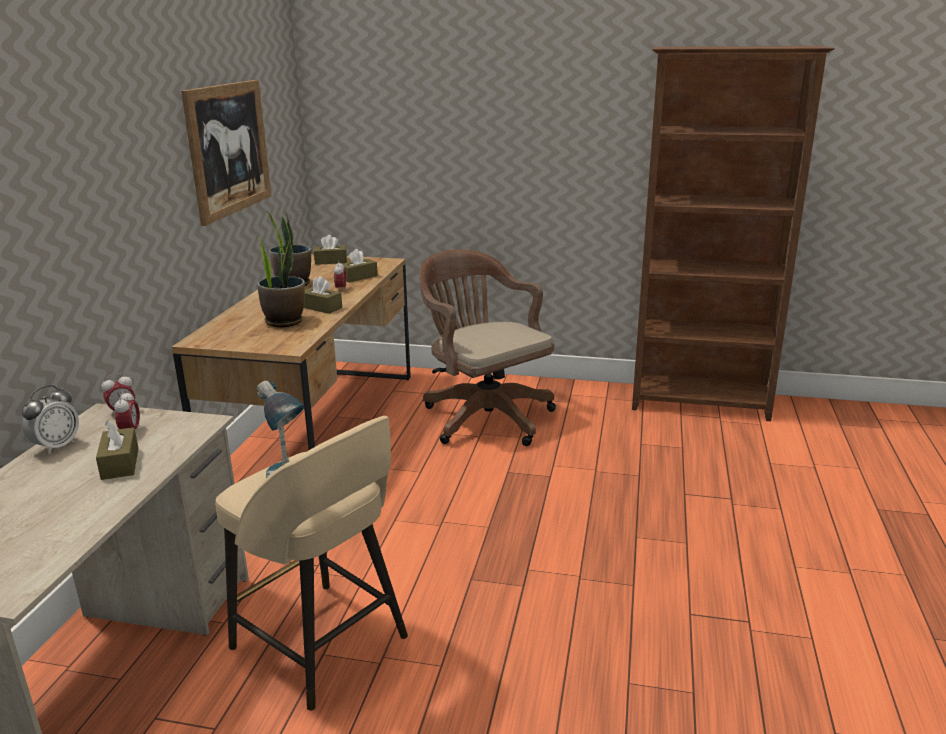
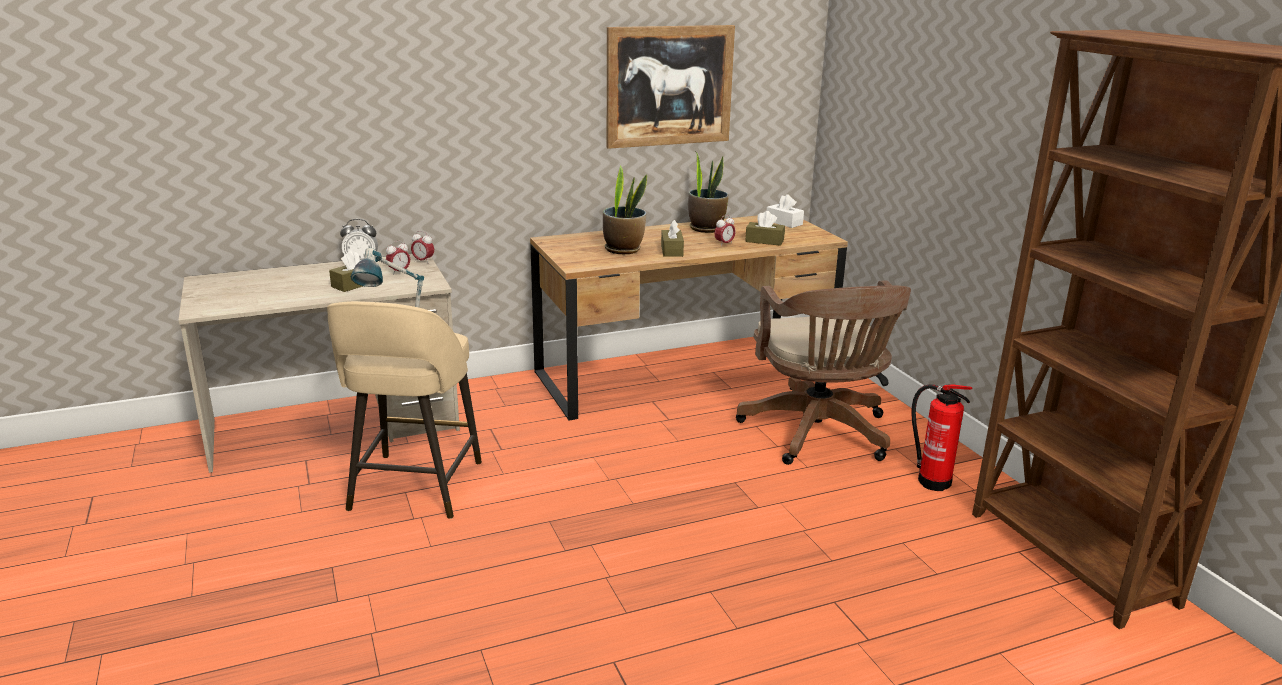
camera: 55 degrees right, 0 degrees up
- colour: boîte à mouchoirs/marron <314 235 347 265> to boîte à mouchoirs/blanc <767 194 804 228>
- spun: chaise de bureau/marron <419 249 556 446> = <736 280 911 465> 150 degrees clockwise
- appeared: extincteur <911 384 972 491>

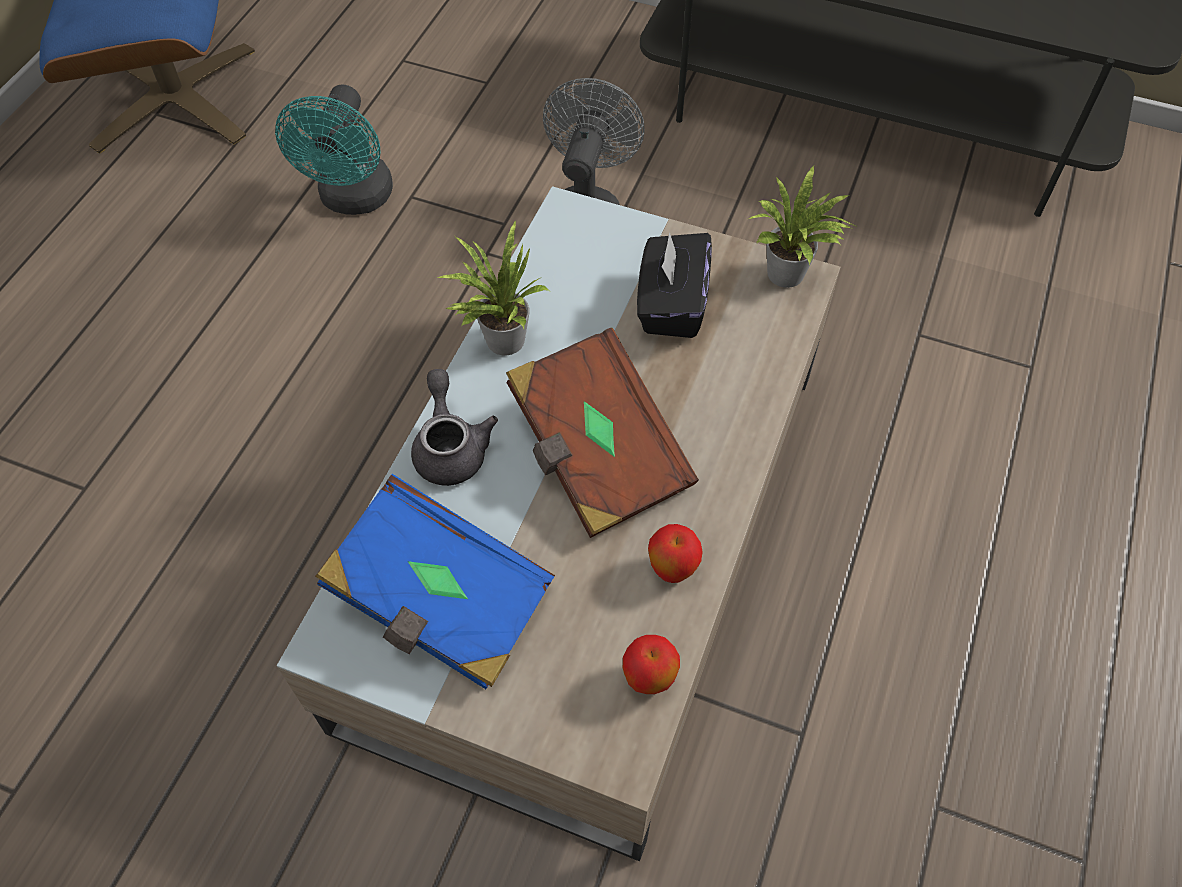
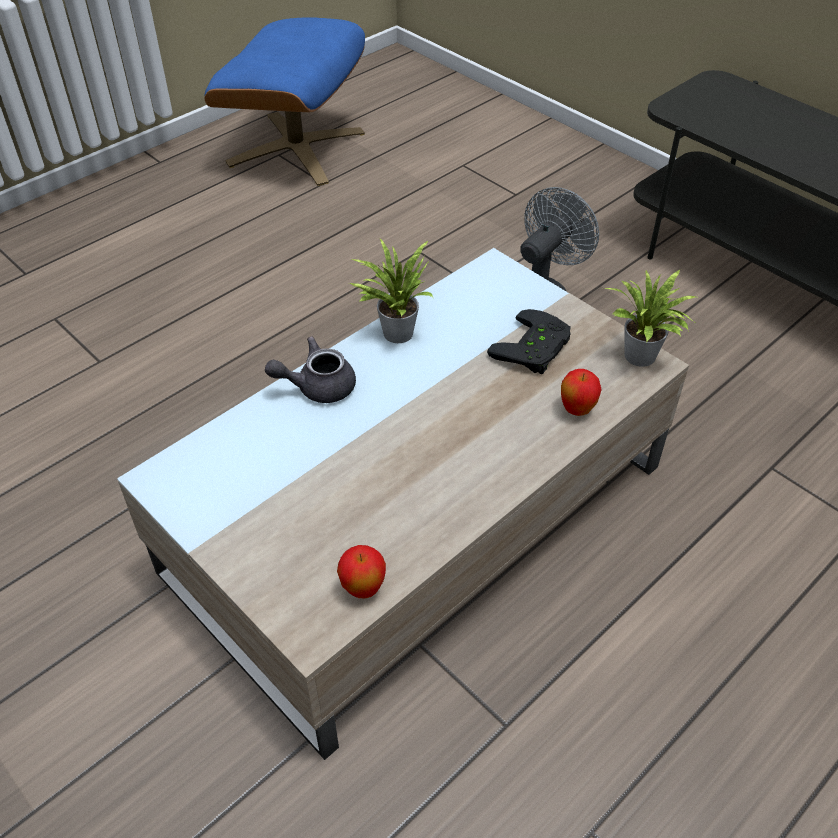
camera: 25 degrees right, 10 degrees down
- missing: ventilateur/turquoise <275 85 393 215>
- exchanged: boîte à mouchoirs/noir <637 232 712 338> to manette/noir <487 309 571 374>
- missing: livre/marron <506 328 699 538>
- spun: théière/gris <411 369 498 486> = <265 336 356 403> 120 degrees counterclockwise
- missing: livre/bleu <315 474 555 689>
- relocated: pomme <648 524 703 583> to <561 369 602 416>

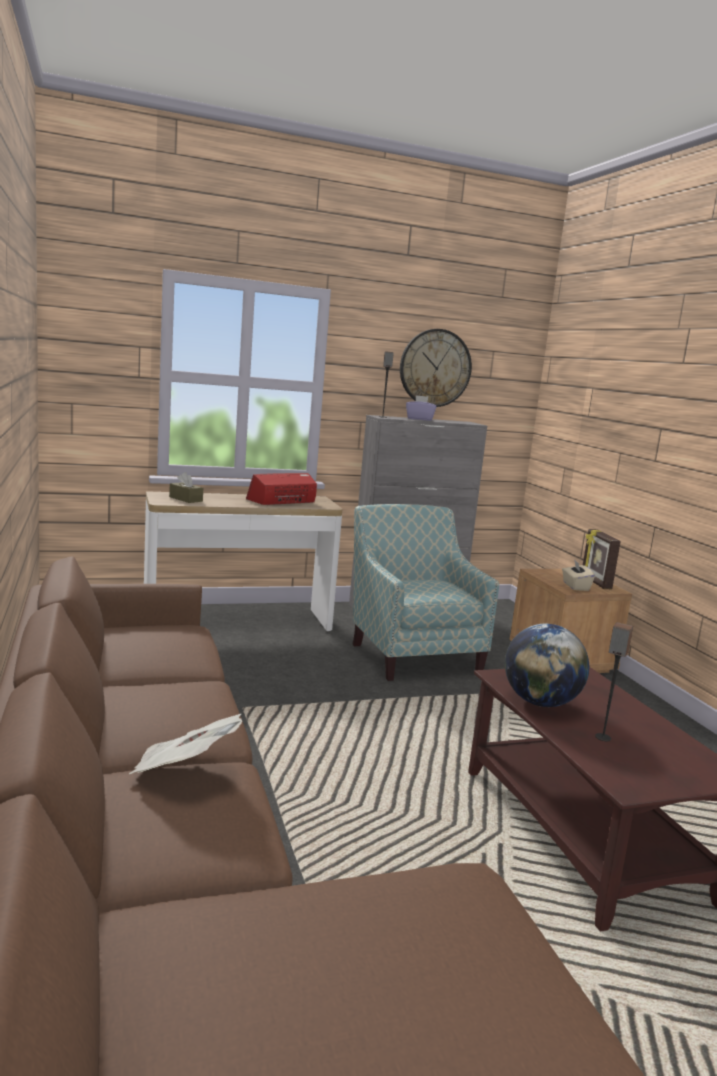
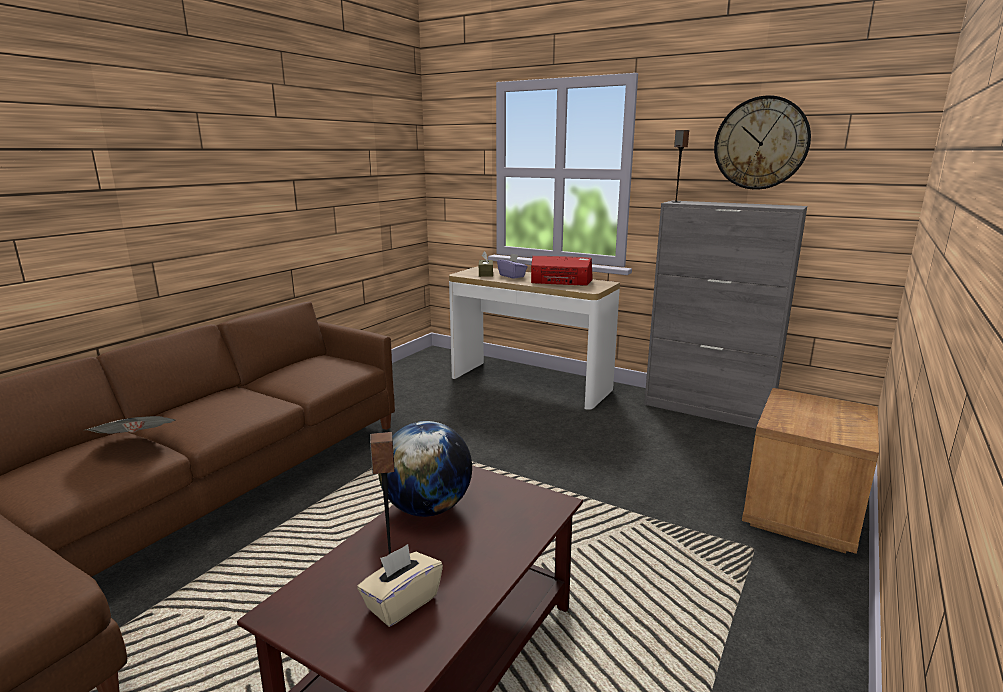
camera: 50 degrees right, 5 degrees up
- relocated: boîte à mouchoirs/violet <406 395 437 421> to <497 253 528 279>
- missing: fauteuil <352 504 499 681>
- missing: cadre photo <583 529 621 589>
- relocated: boîte à mouchoirs/beige <562 559 595 591> to <357 544 443 627>

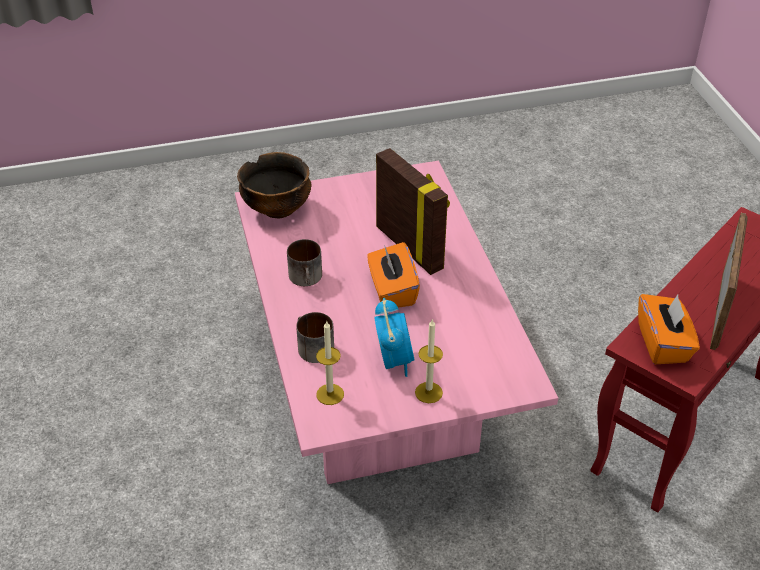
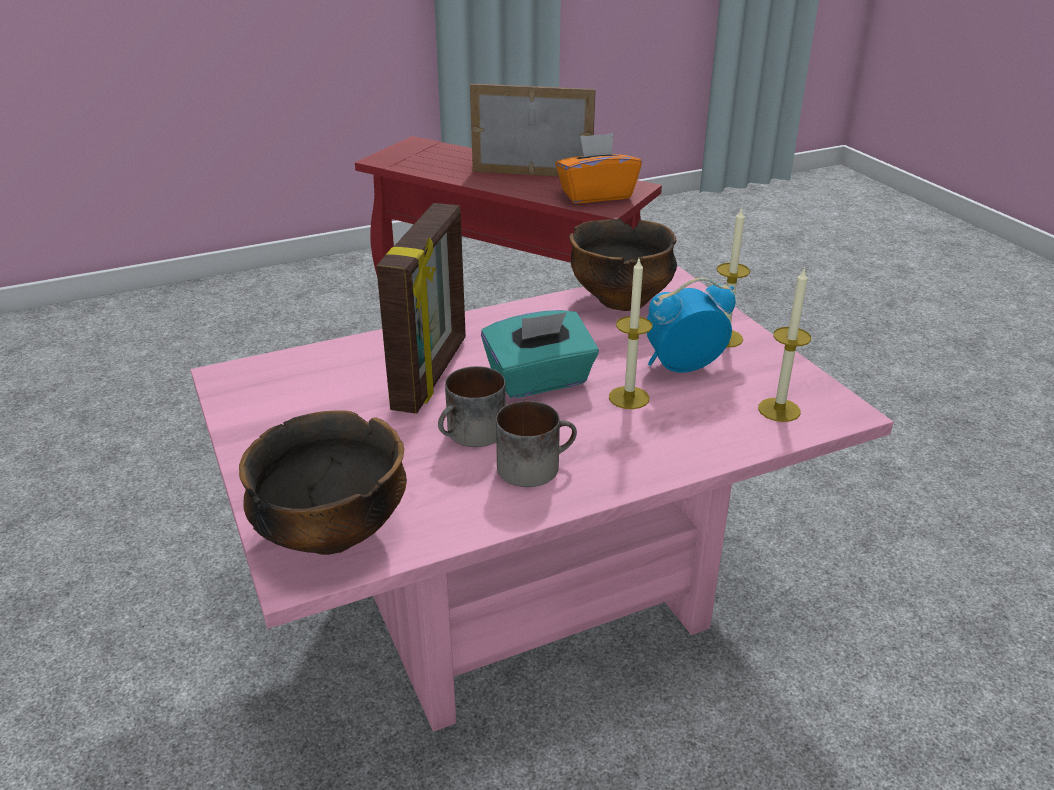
camera: 100 degrees left, 10 degrees down
- spun: cadre photo <376 148 450 275> = <376 203 466 414> 150 degrees clockwise
- colour: boîte à mouchoirs/orange <367 242 420 308> to boîte à mouchoirs/turquoise <481 310 599 398>
- relocated: mug <296 312 334 363> to <438 366 506 447>
- appeared: bol <569 219 677 311>
- appeared: bougie <609 259 652 409>

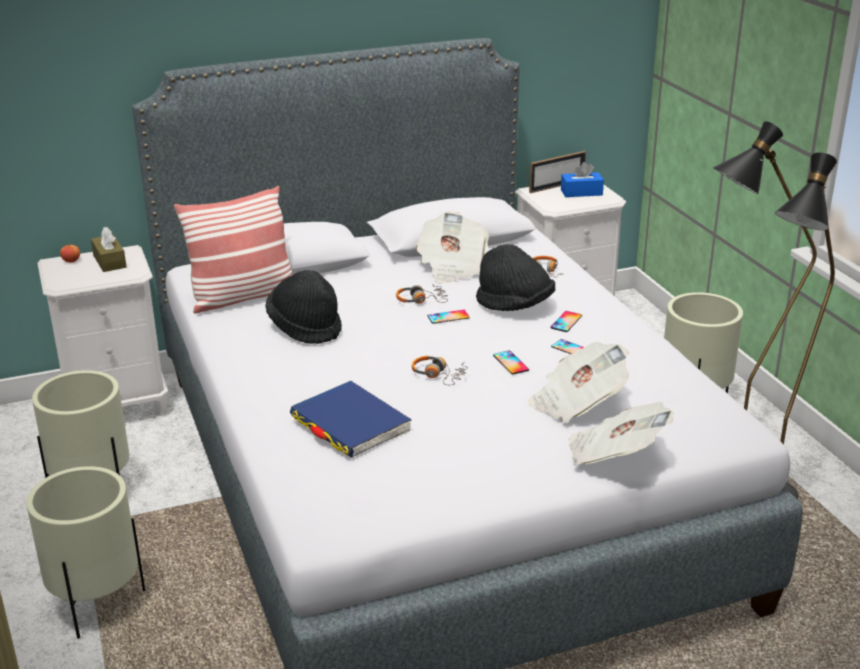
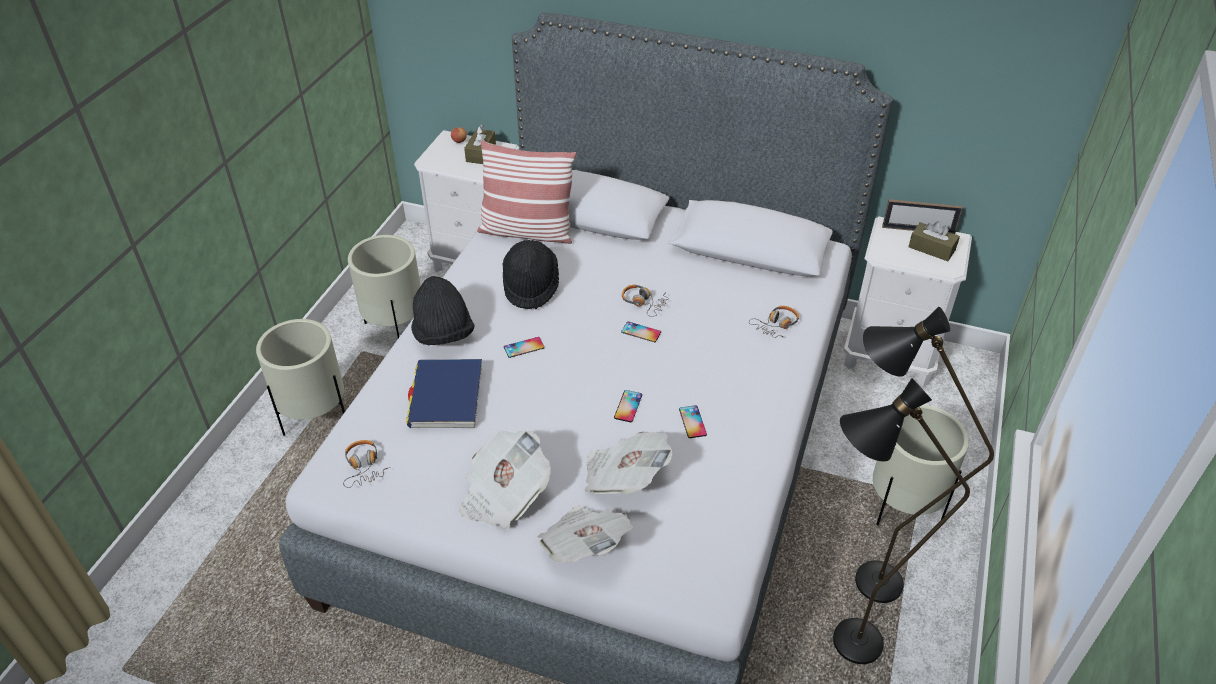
camera: 40 degrees right, 15 degrees up
- colour: boîte à mouchoirs/bleu <561 162 604 197> to boîte à mouchoirs/marron <909 221 960 261>
- relocated: journal <415 212 489 283> to <459 430 551 529>
- relocated: chapeau/noir <476 244 555 311> to <411 276 474 345>
- relocated: téléphone <550 311 582 332> to <504 337 544 358>
- relocated: casque audio <412 356 468 385> to <343 440 390 488>

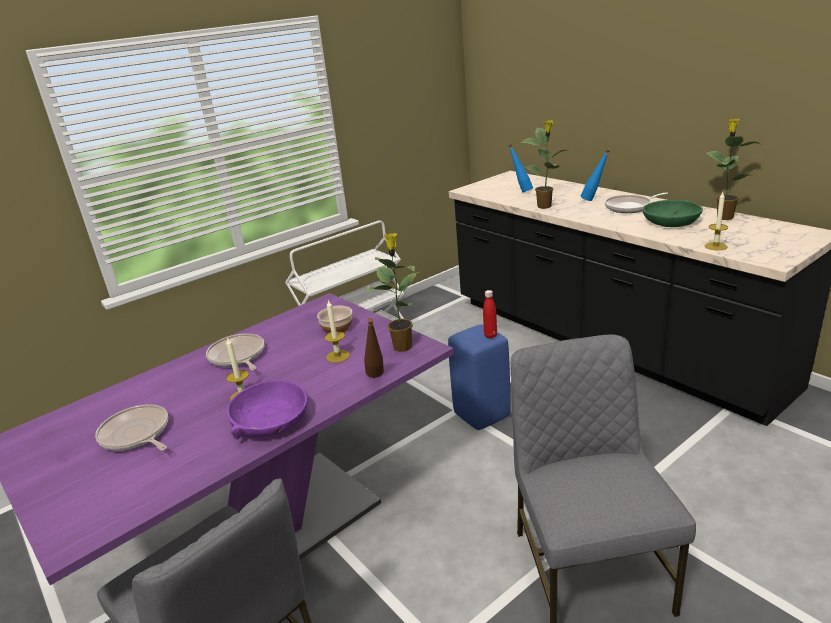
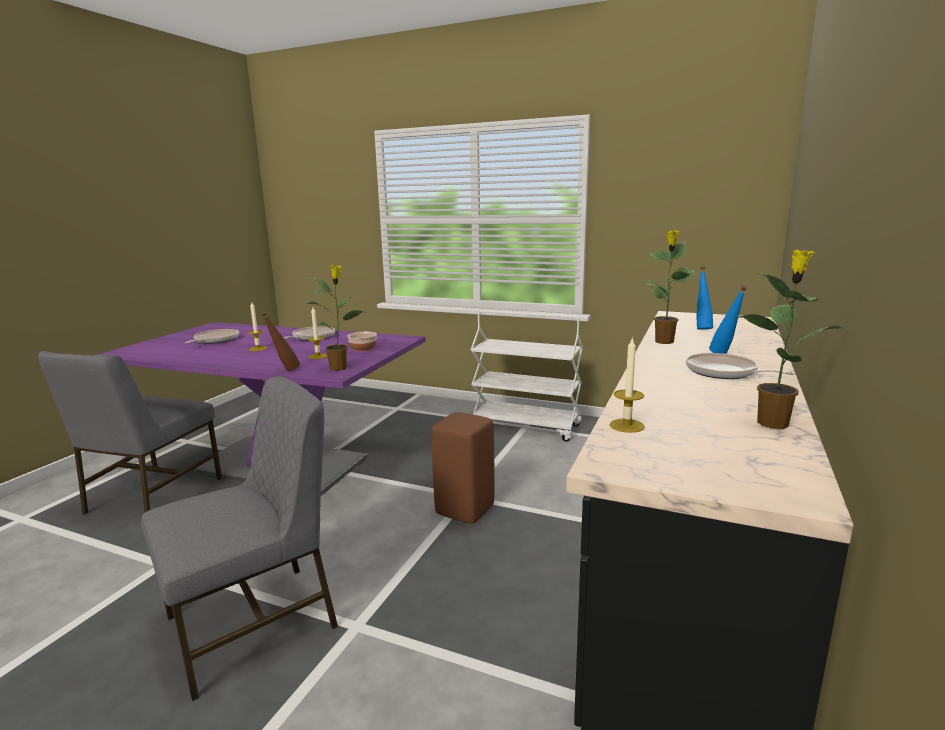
camera: 60 degrees right, 10 degrees down
- missing: bol/vert <643 200 703 227>
- missing: bouteille/rouge <483 290 497 338>
- colour: tabouret/bleu <448 324 511 430> to tabouret/marron <431 412 494 524>
- missing: bol/violet <227 380 308 440>

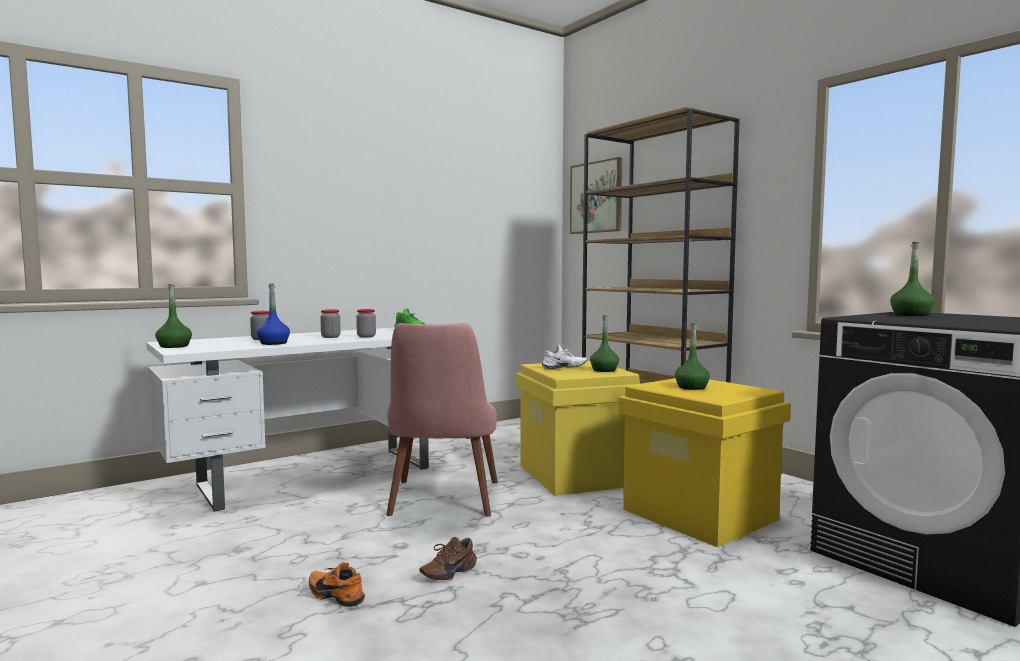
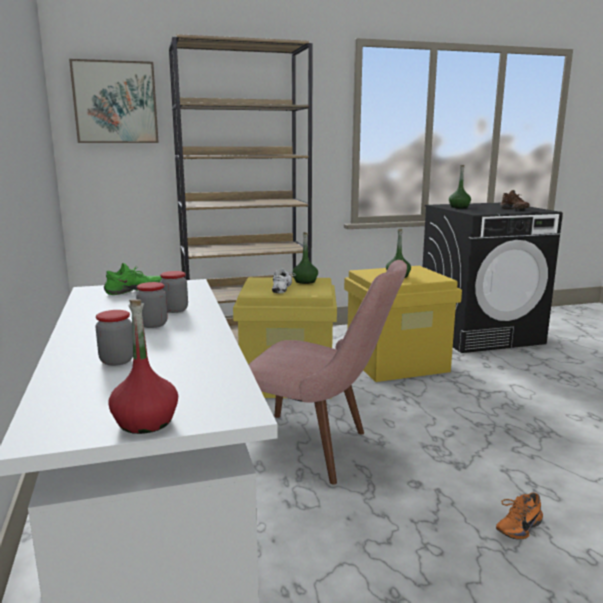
camera: 70 degrees left, 10 degrees up
- missing: bouteille/bleu <257 283 290 345>
- colour: bouteille/vert <155 284 192 348> to bouteille/rouge <108 299 178 434>
- relocated: chaussure/marron <419 537 477 580> to <500 190 530 209>

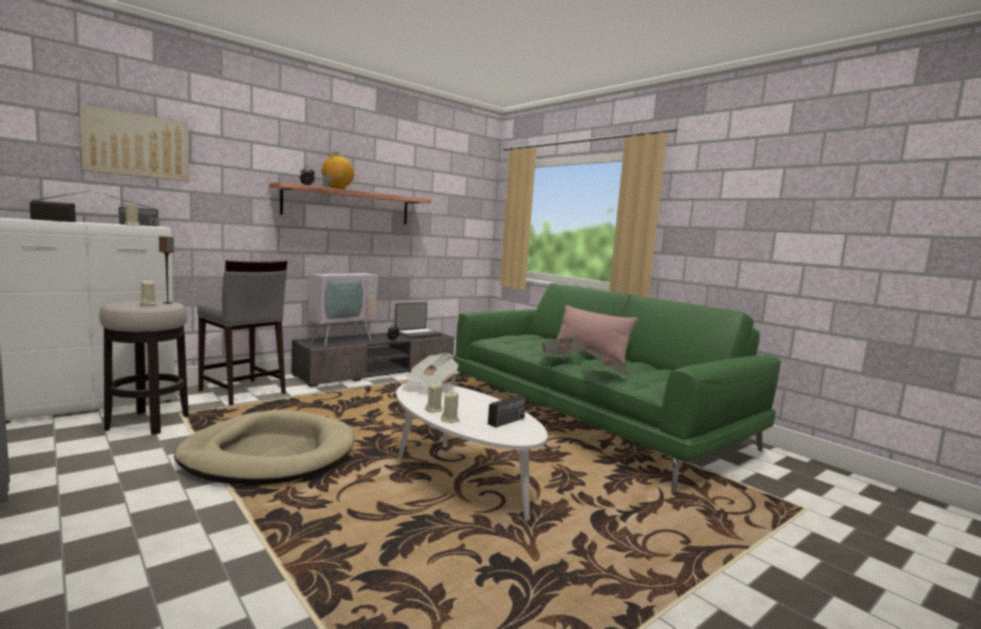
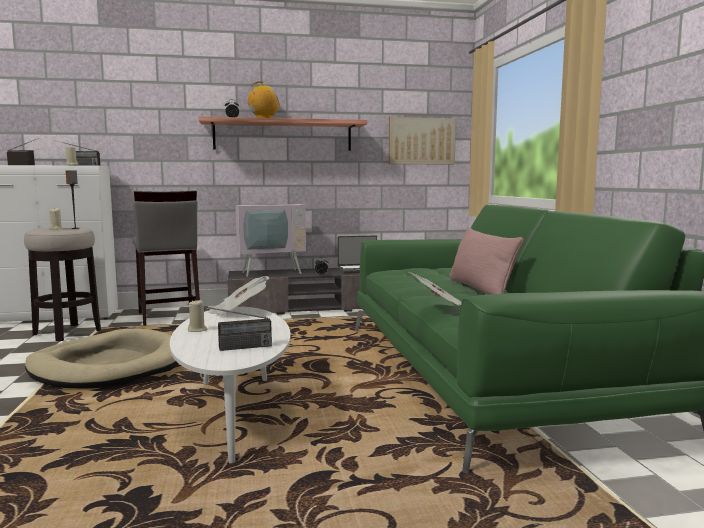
camera: 30 degrees right, 0 degrees up
- relocated: tableau <79 104 189 181> to <389 117 456 165>
- missing: journal <542 338 586 355>
- missing: bougie/beige <441 391 460 423>

